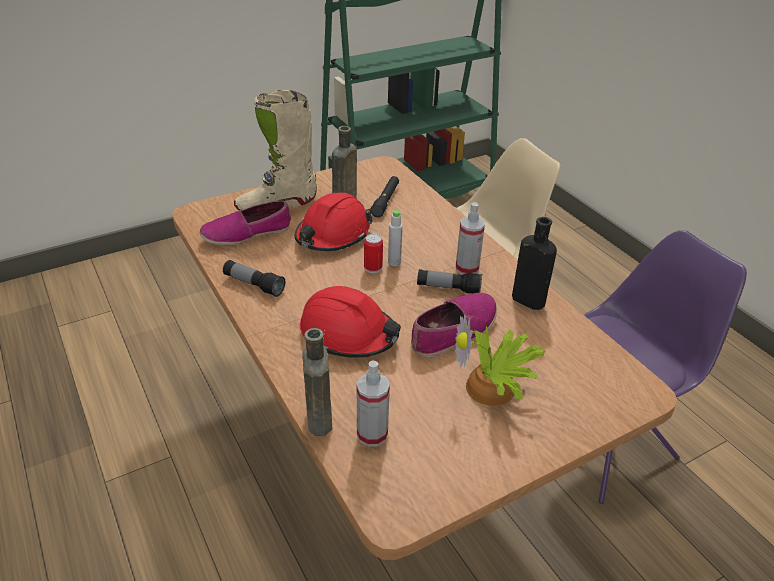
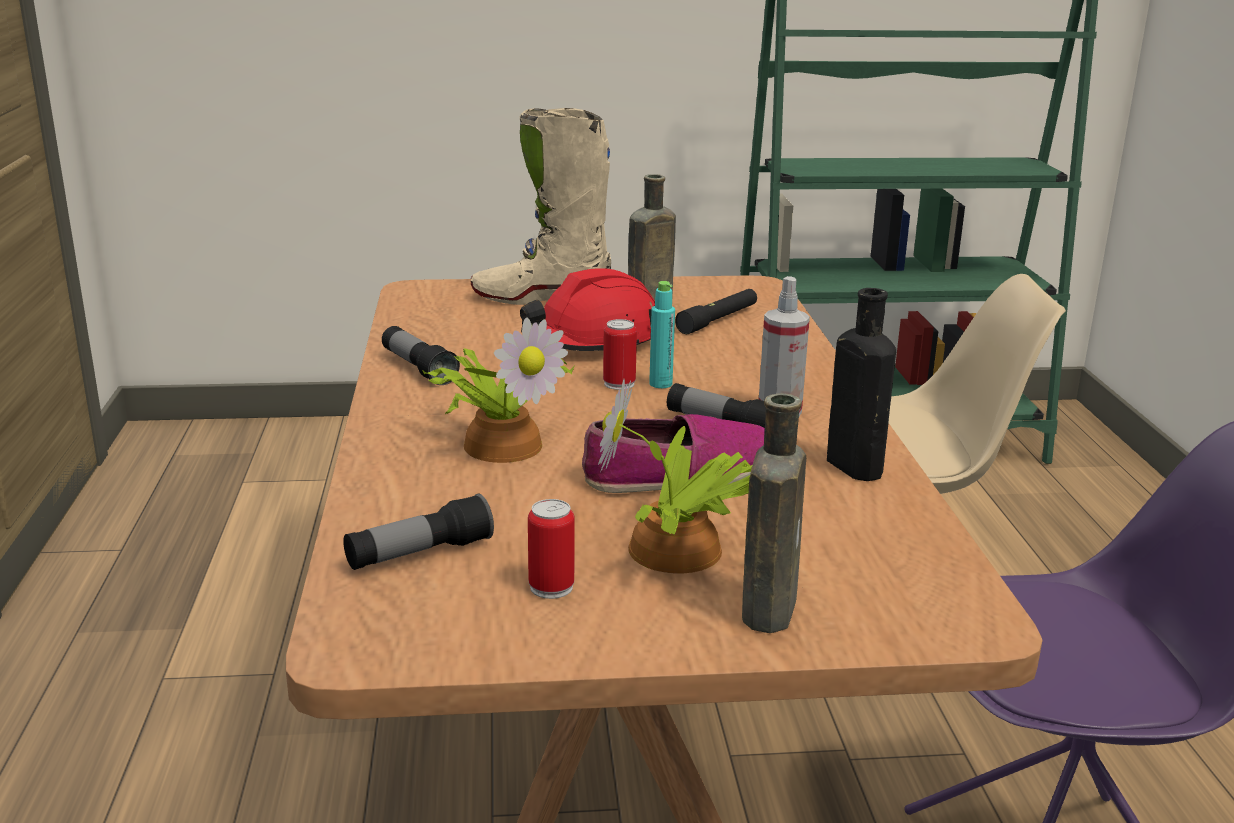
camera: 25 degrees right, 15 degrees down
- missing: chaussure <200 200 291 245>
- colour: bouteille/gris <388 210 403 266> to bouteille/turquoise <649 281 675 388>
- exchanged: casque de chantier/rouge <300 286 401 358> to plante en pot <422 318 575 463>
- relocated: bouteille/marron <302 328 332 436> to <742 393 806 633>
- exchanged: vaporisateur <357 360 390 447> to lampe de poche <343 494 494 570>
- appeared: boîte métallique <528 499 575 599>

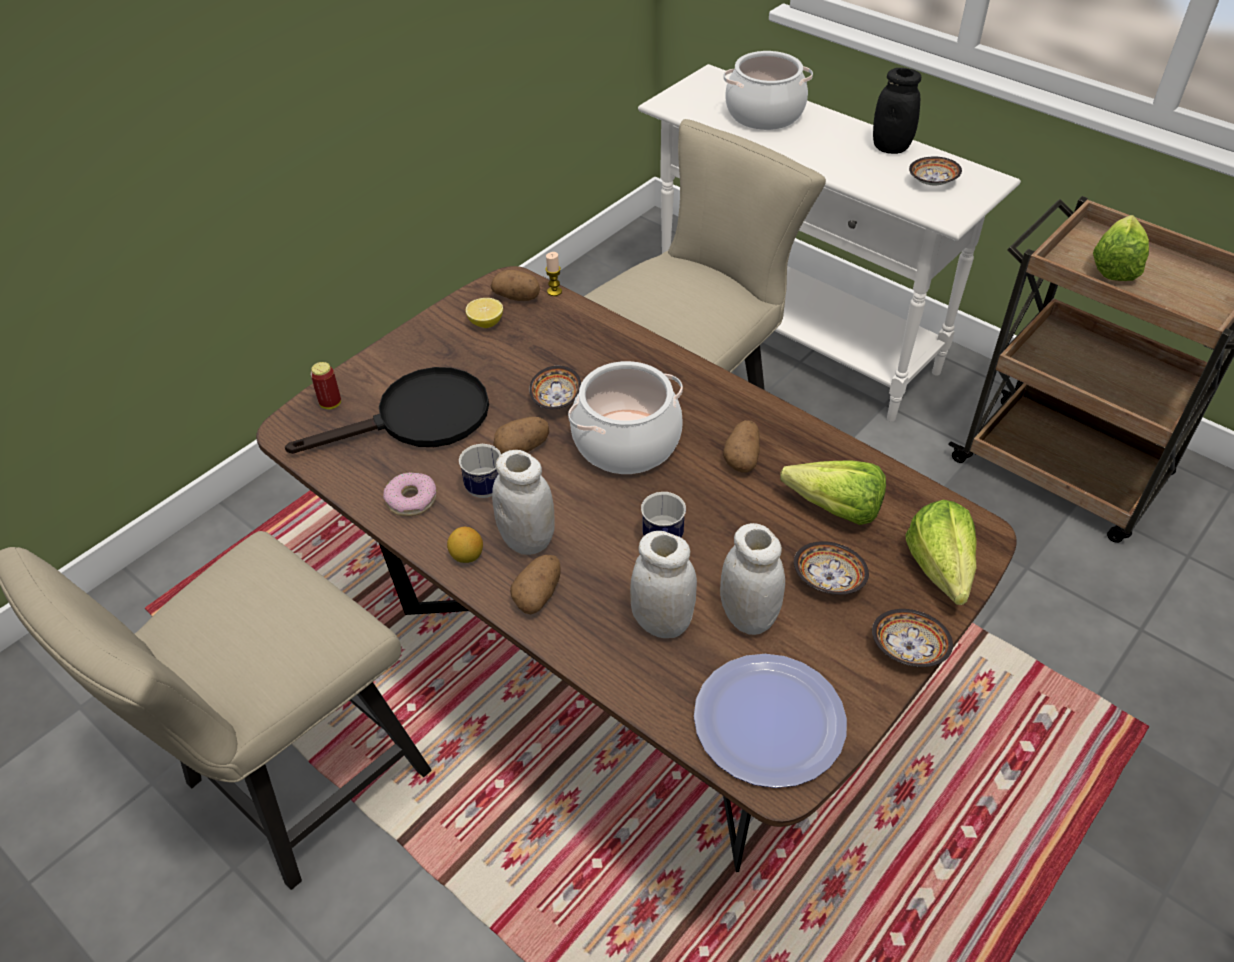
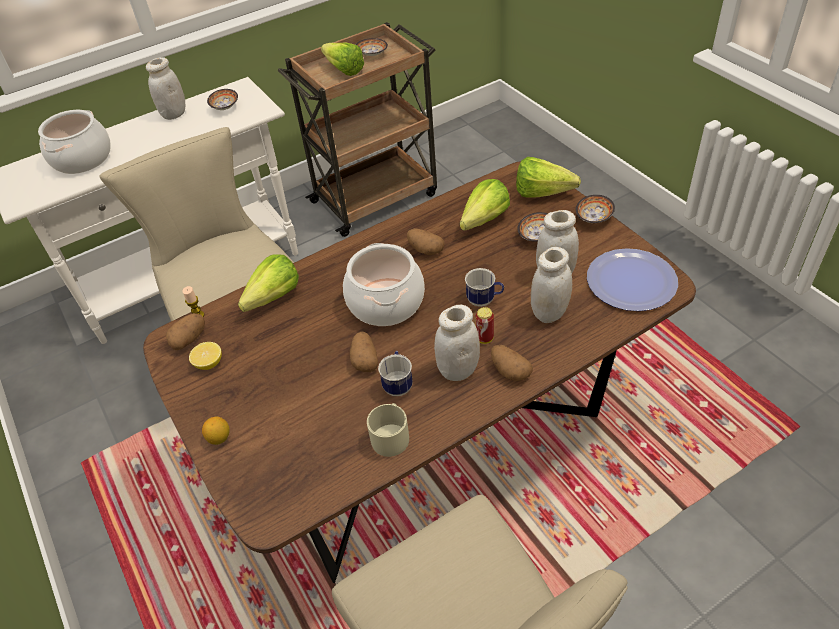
camera: 70 degrees left, 0 degrees up
- colour: bocal/noir <873 68 921 154> to bocal/blanc <146 57 185 120>
- relocated: boîte métallique <310 362 341 409> to <475 307 494 344>
- relocated: bol <529 366 581 409> to <356 38 388 56>
- missing: poêle/noir <285 367 489 454>
- exchanged: beignet <383 472 436 517> to mug/beige <367 403 409 457>
- relocated: citron <447 527 483 563> to <202 417 230 445>
- appeared: laitue <238 254 299 312>

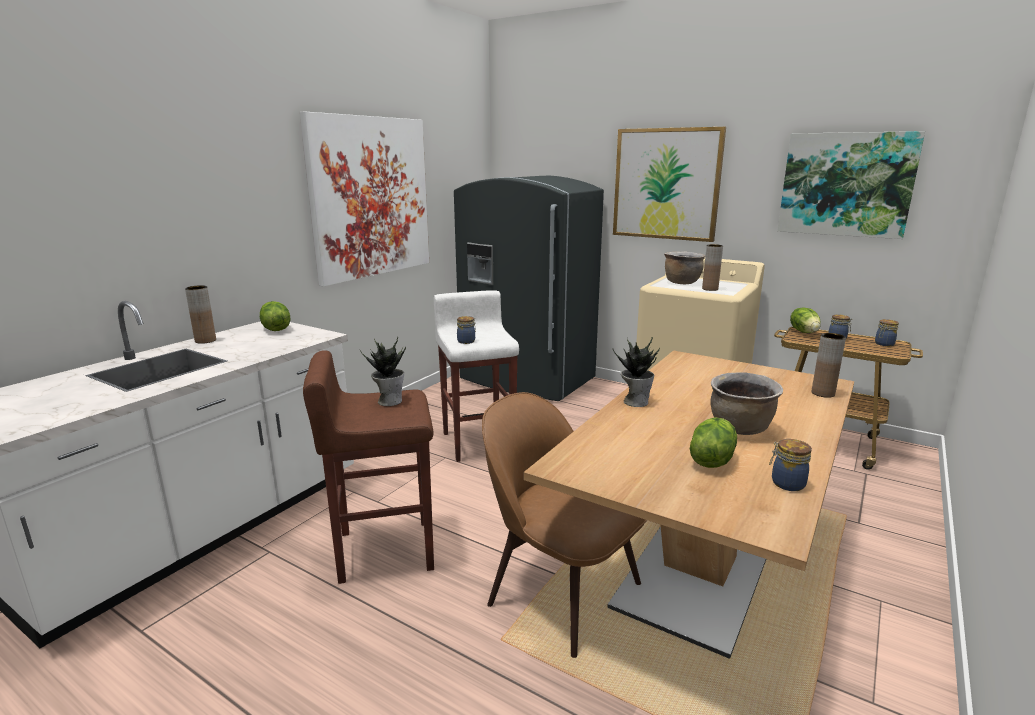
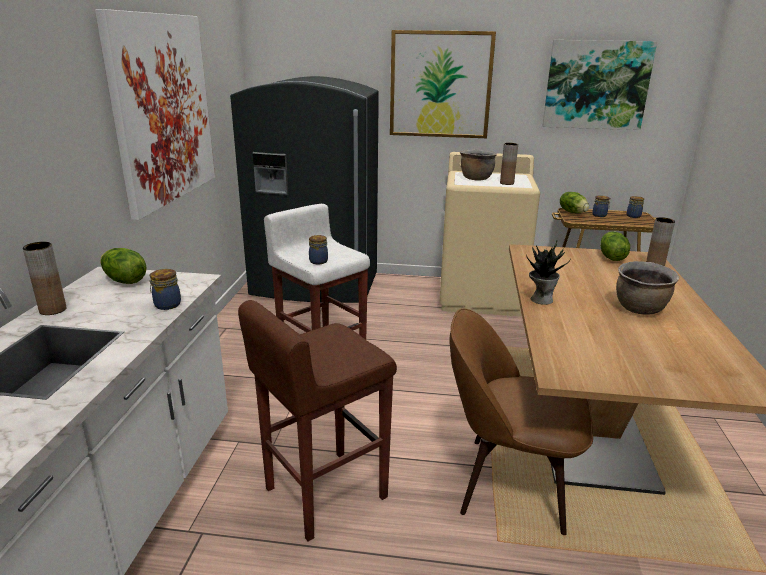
camera: 25 degrees left, 5 degrees up
- missing: plante en pot <360 337 406 406>
- relocated: laitue <690 417 737 468> to <600 232 630 261>
- relocated: bocal <769 439 812 491> to <149 269 181 310>

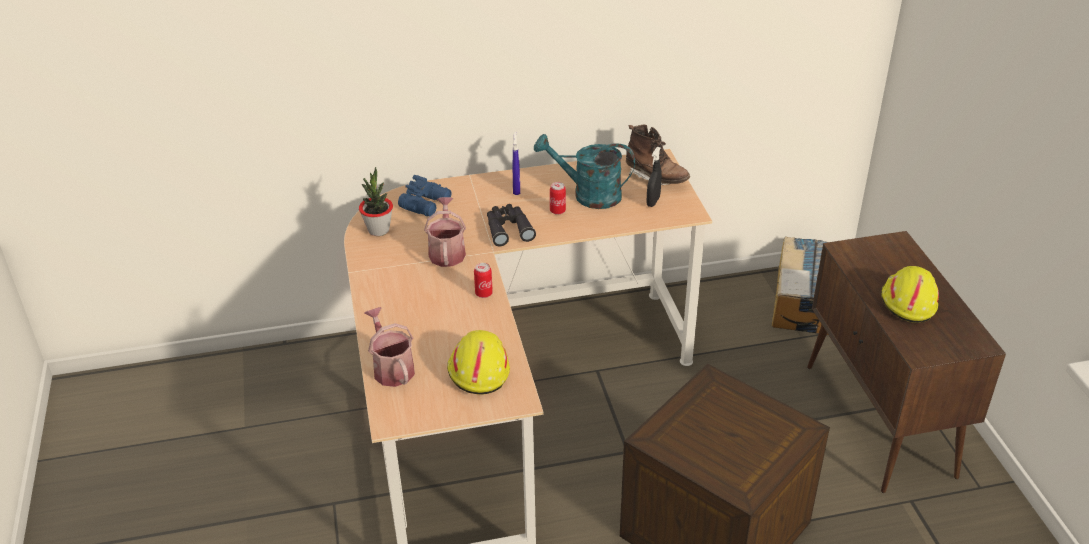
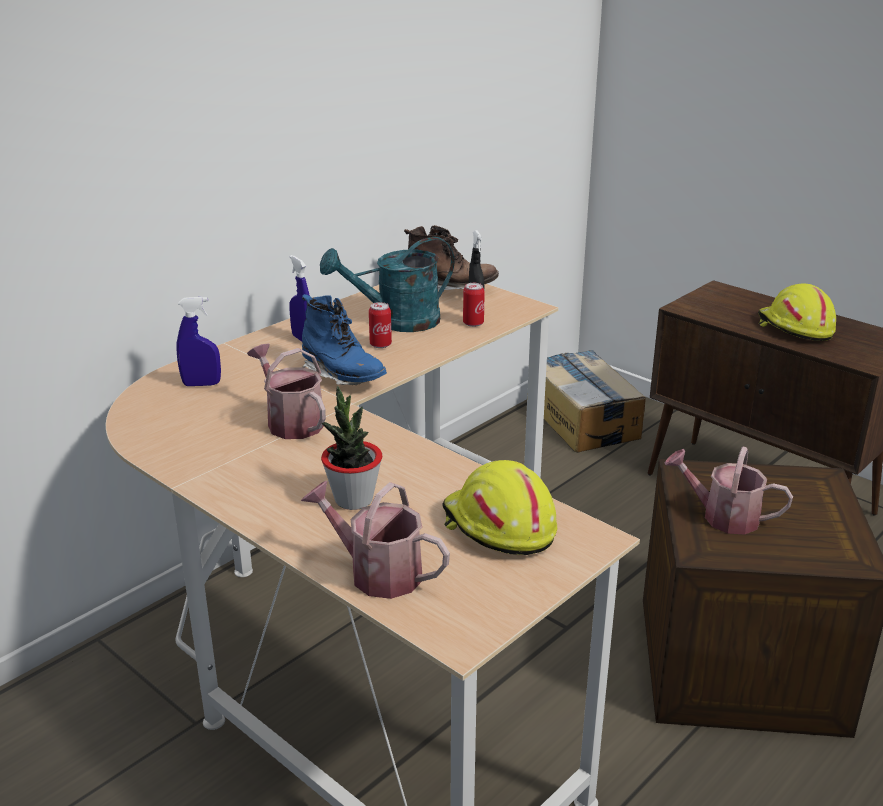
camera: 35 degrees left, 10 degrees down
- relocated: plante en pot <359 167 393 236> to <321 386 382 510>
- exchanged: jumelles/bleu <398 175 452 217> to vaporisateur/bleu <176 297 221 386>
- exchanged: jumelles/noir <487 204 536 246> to botte/bleu <302 294 387 385>
- relocated: boîte métallique <474 263 493 298> to <463 283 485 327>
- appeared: arrosoir <665 447 793 534>

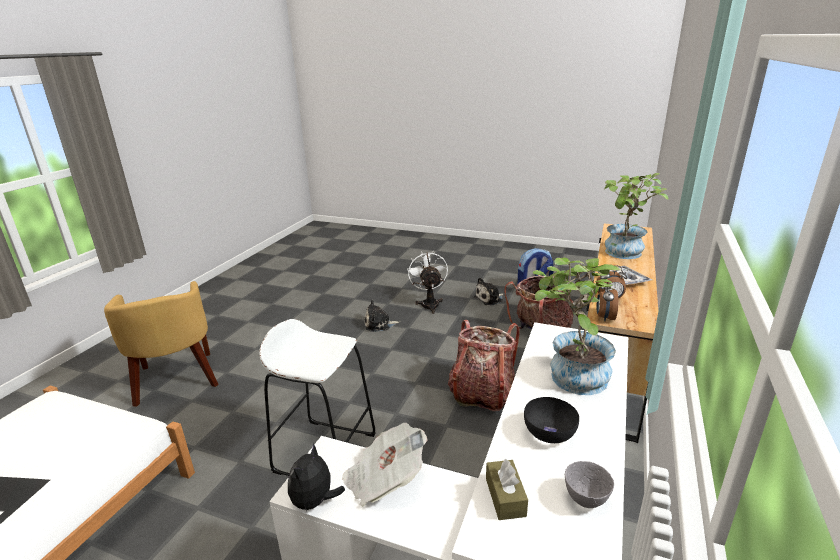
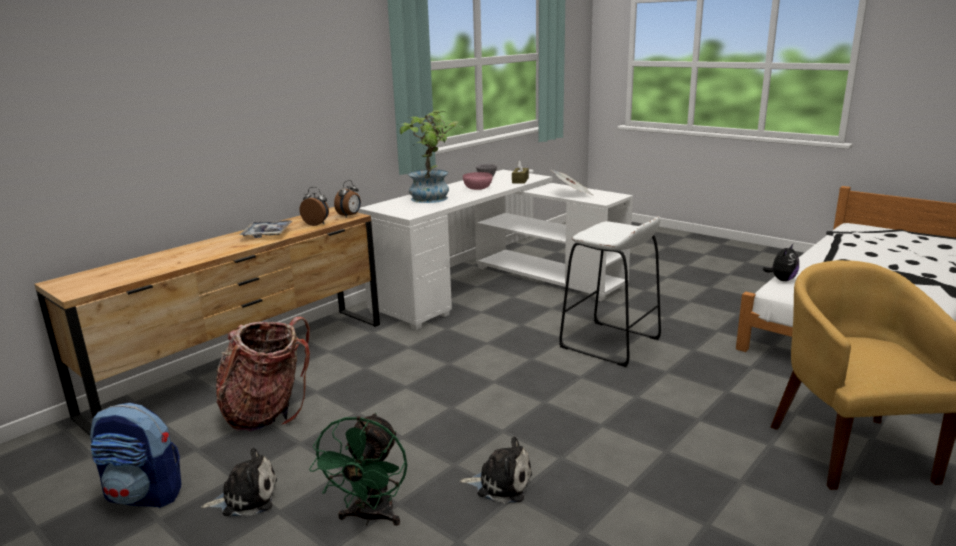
camera: 160 degrees left, 5 degrees down
- missing: plante en pot <604 173 668 259>
- colour: ventilateur/blanc <407 251 448 314> to ventilateur/vert <309 413 407 526>
- missing: sac à dos <448 320 520 411>
- colour: bol/noir <524 397 579 443> to bol/rose <463 172 492 190>
- relocated: peluche <288 443 345 511> to <763 244 799 281>

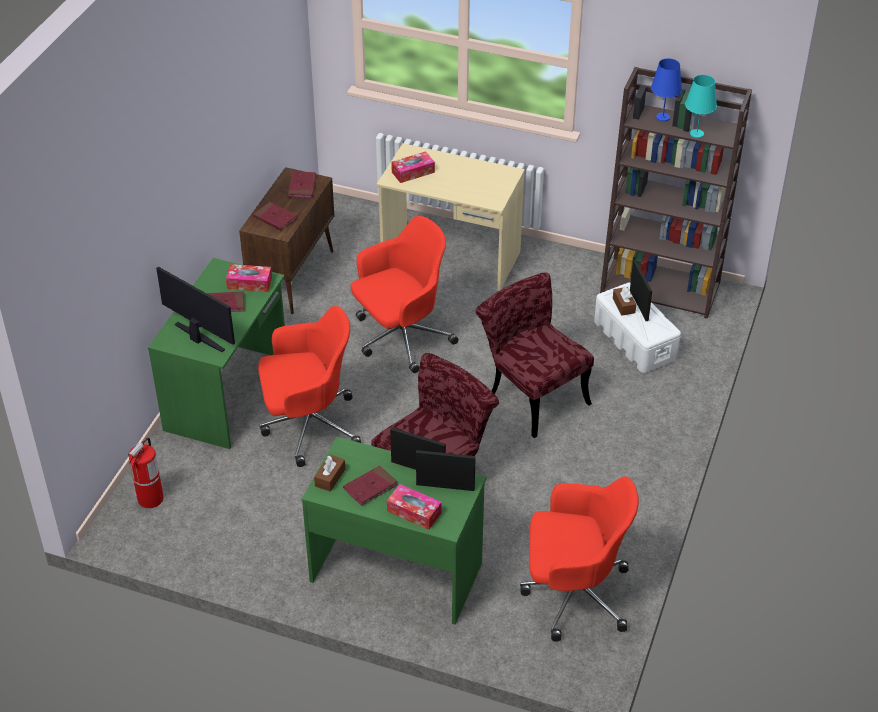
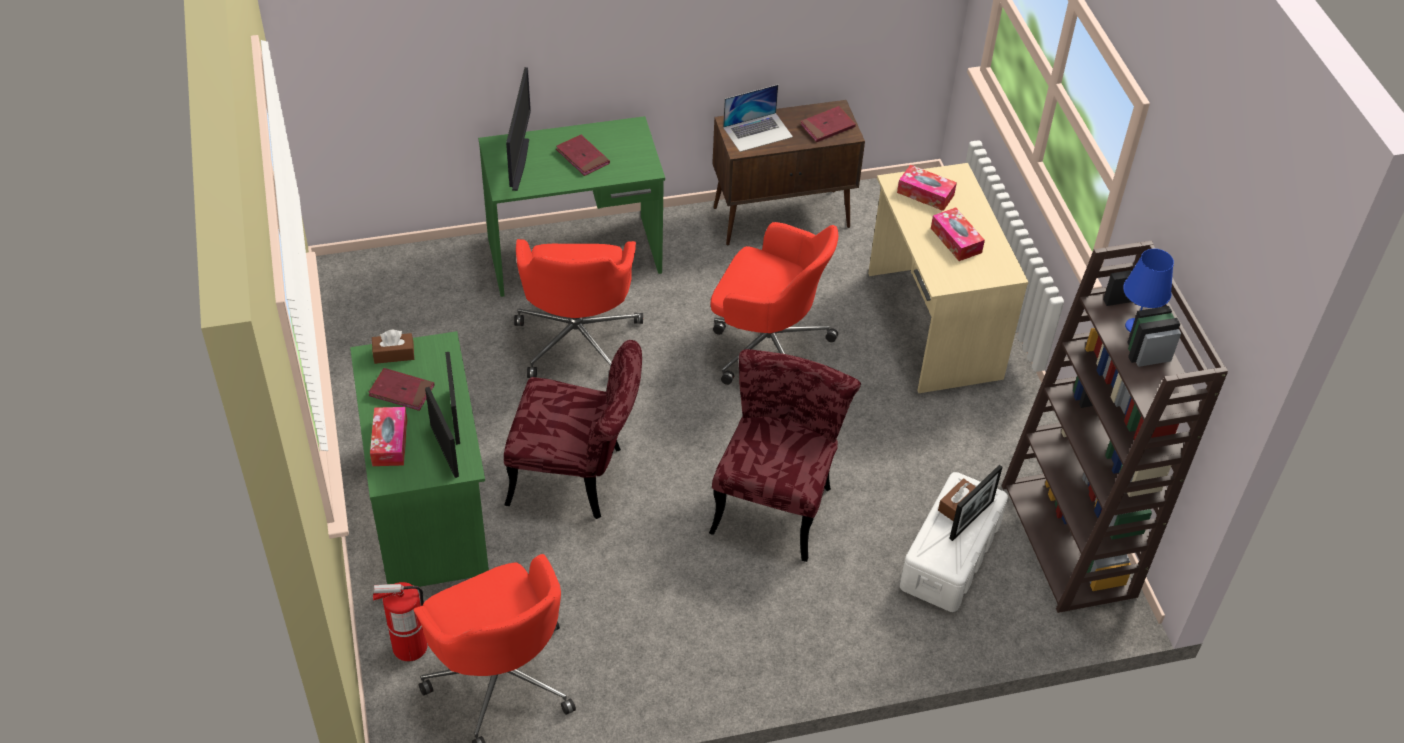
camera: 55 degrees right, 5 degrees up
- missing: lampe de table/turquoise <685 75 717 138>
- exchanged: livre/rouge <253 202 297 230> to ordinateur portable <723 85 793 152>
- relocated: boîte à mouchoirs <226 264 272 292> to <931 207 985 261>
- spun: chaise de bureau/rouge <258 306 361 467> = <514 239 643 378> 45 degrees clockwise
- relocated: extincteur <128 438 164 508> to <373 582 427 661>

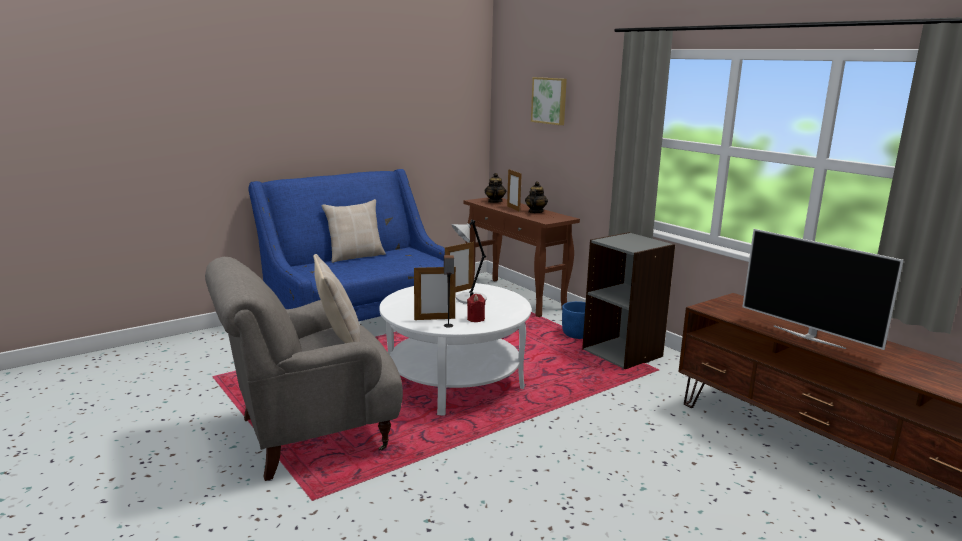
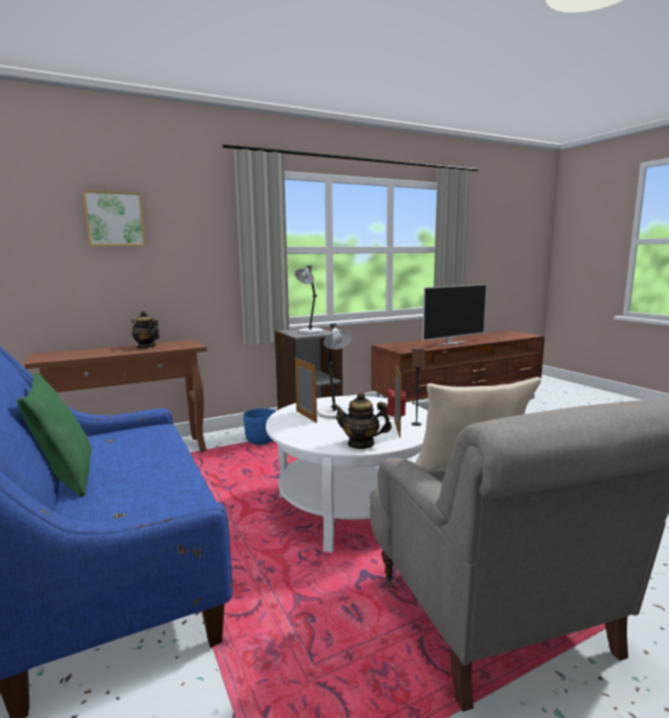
camera: 80 degrees left, 5 degrees down
- missing: cadre photo <507 169 522 212>
- relocated: théière <484 173 506 203> to <333 392 392 449>
- colour: coussin/beige <322 199 386 263> to coussin/vert <17 372 91 497>
- appeared: lampe de table/gris <295 266 323 333>

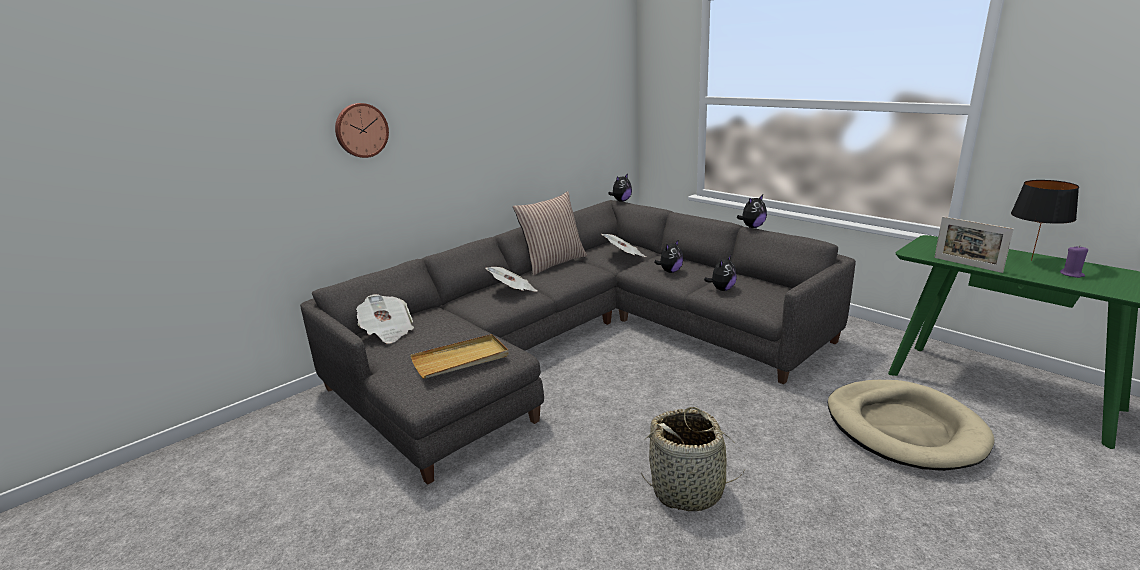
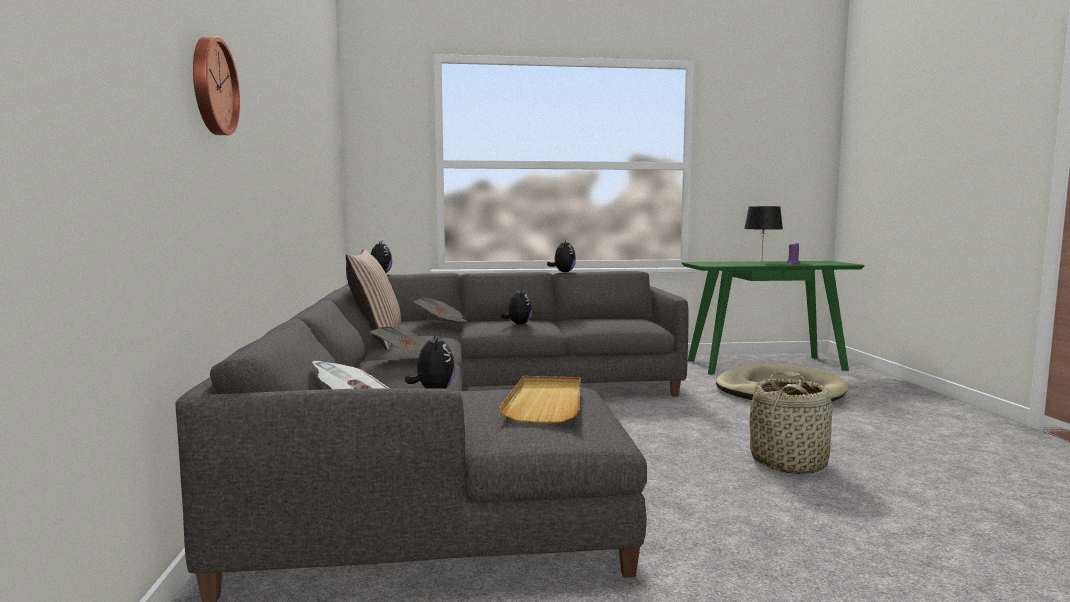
camera: 55 degrees left, 15 degrees down
- missing: cadre photo <934 217 1014 273>
- relocated: peluche <704 255 737 291> to <405 332 455 389>

